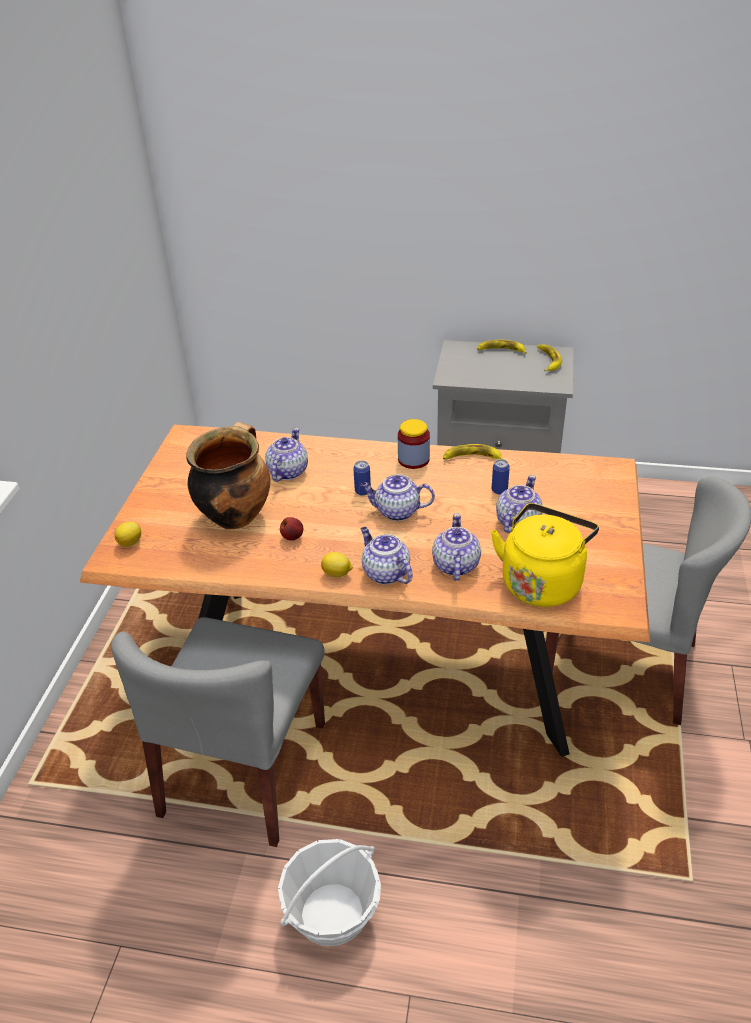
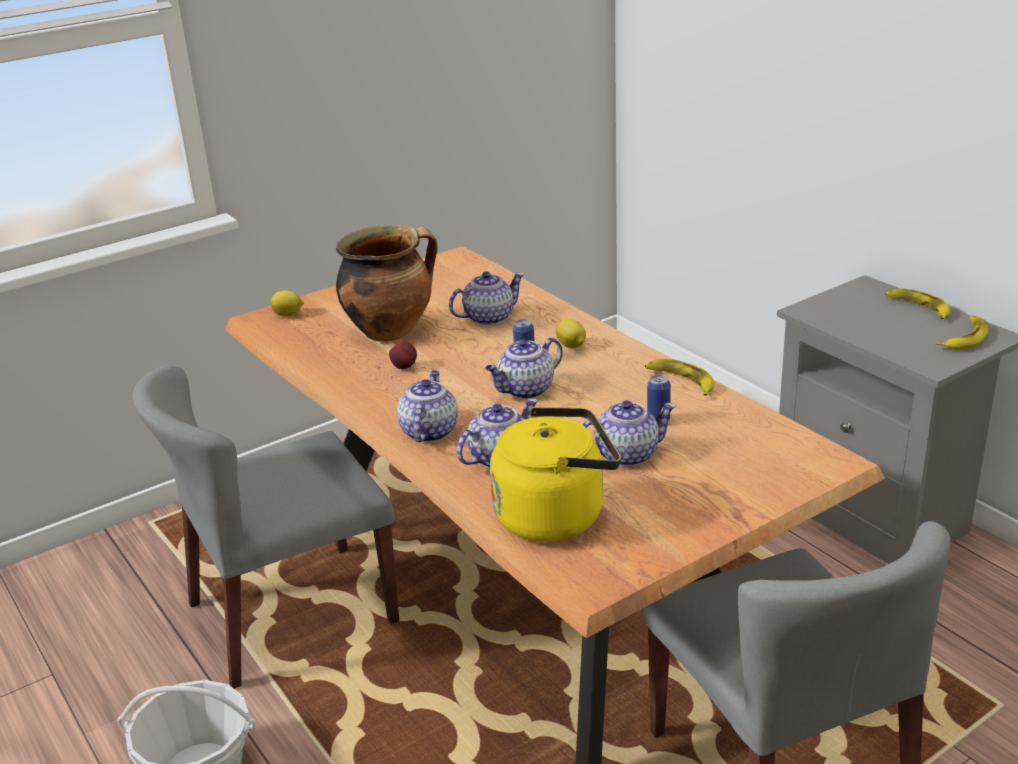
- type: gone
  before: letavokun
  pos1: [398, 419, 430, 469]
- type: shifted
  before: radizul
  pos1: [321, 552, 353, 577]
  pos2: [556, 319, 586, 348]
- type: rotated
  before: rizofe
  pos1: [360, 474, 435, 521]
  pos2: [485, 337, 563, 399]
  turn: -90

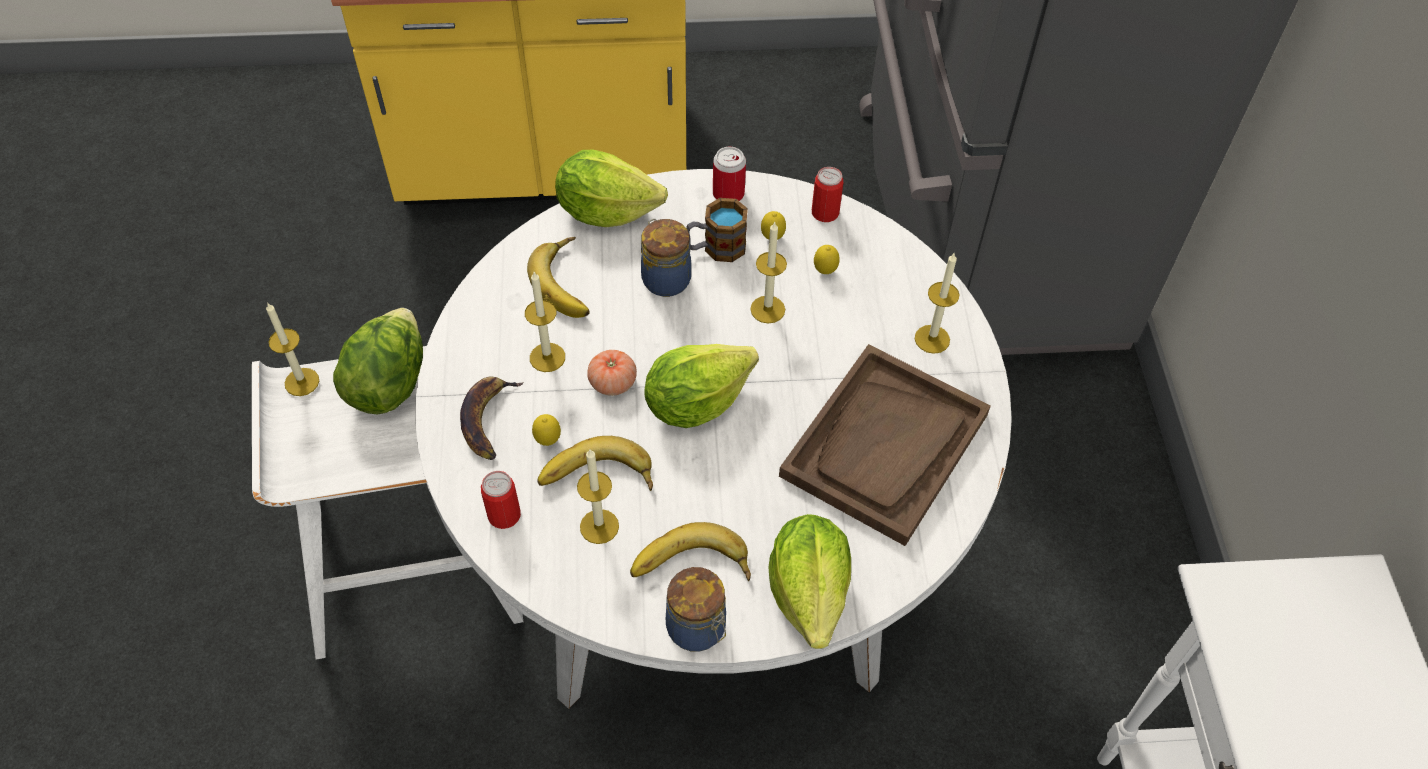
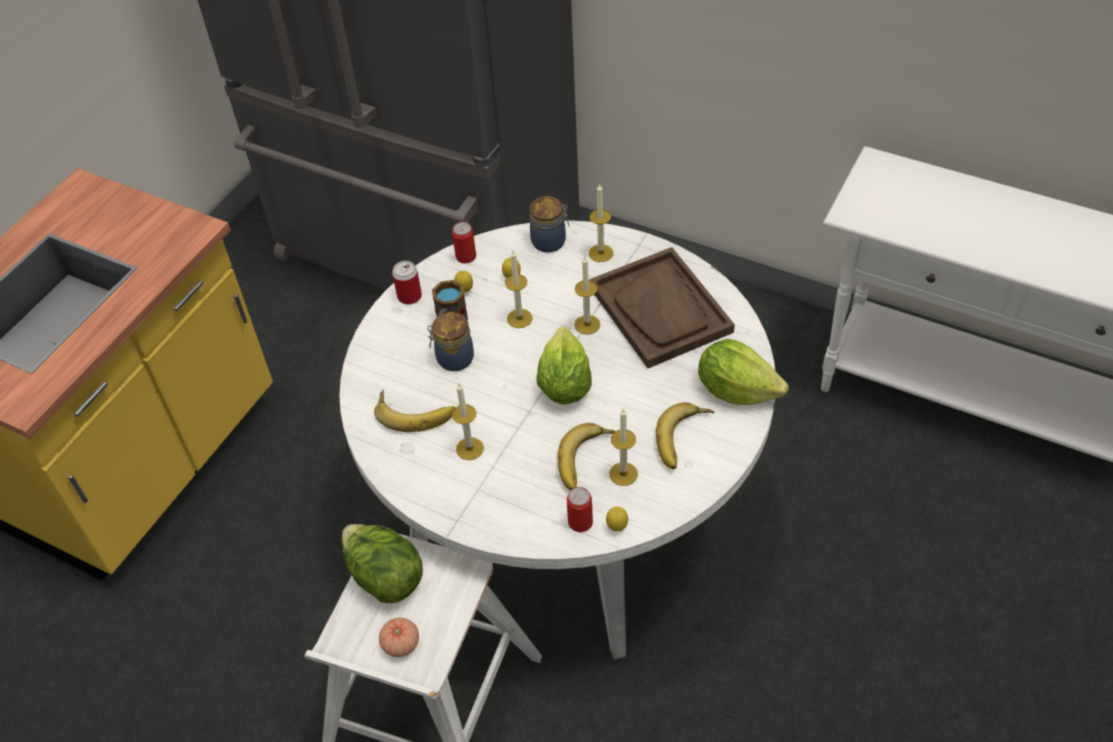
- type: gone
  before: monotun
  pos1: [460, 376, 524, 460]
- type: gone
  before: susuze
  pos1: [555, 150, 668, 227]
- type: shifted
  before: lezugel
  pos1: [266, 302, 319, 396]
  pos2: [574, 257, 600, 335]
- type: shifted
  before: radizul
  pos1: [532, 414, 561, 446]
  pos2: [606, 507, 628, 532]
- type: shifted
  before: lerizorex
  pos1: [587, 350, 637, 396]
  pos2: [379, 618, 419, 657]
- type: shifted
  before: letavokun
  pos1: [666, 567, 726, 652]
  pos2: [530, 196, 569, 253]

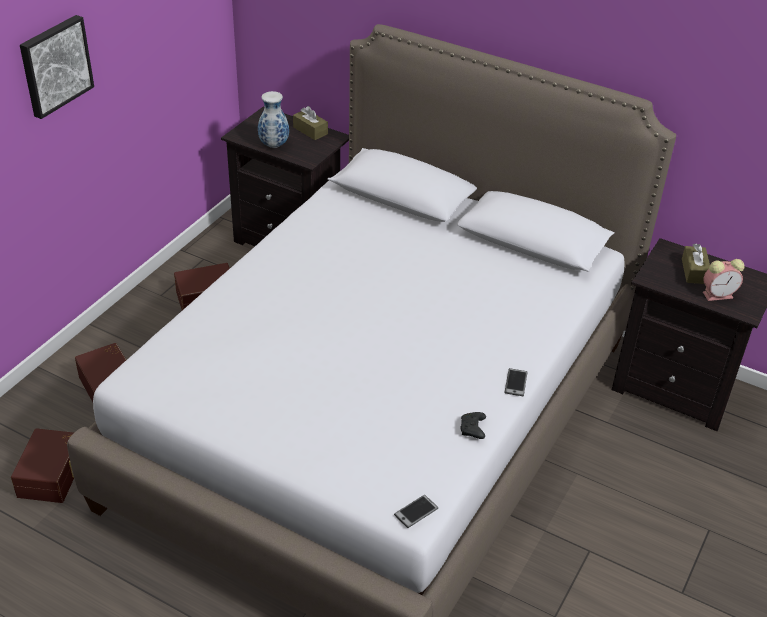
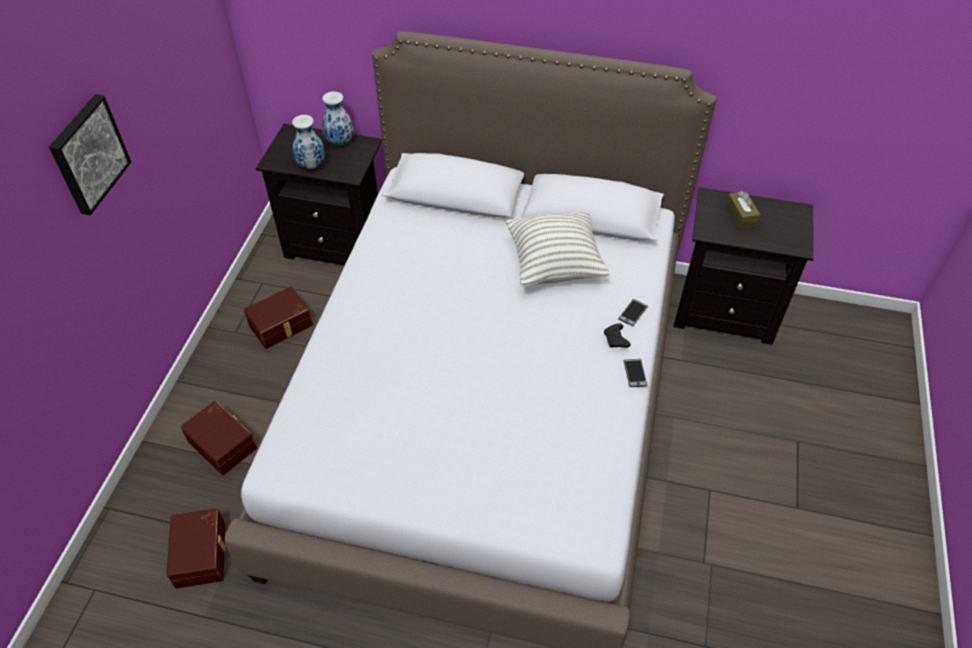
- type: gone
  before: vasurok
  pos1: [703, 259, 745, 301]
- type: new
  after: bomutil
  pos2: [506, 211, 610, 287]
- type: shifted
  before: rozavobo
  pos1: [394, 495, 438, 528]
  pos2: [618, 299, 648, 326]
- type: shifted
  before: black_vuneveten
  pos1: [460, 412, 486, 439]
  pos2: [604, 323, 631, 348]
- type: swapped
  before: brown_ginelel
  after: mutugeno
  pos1: [293, 106, 328, 140]
  pos2: [322, 91, 353, 145]

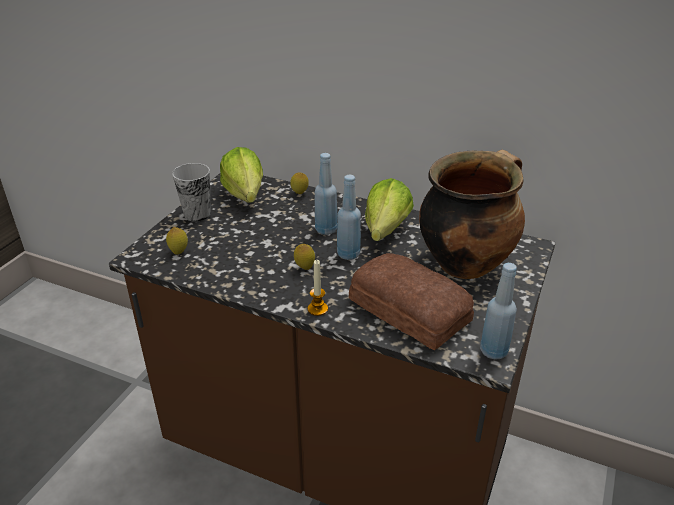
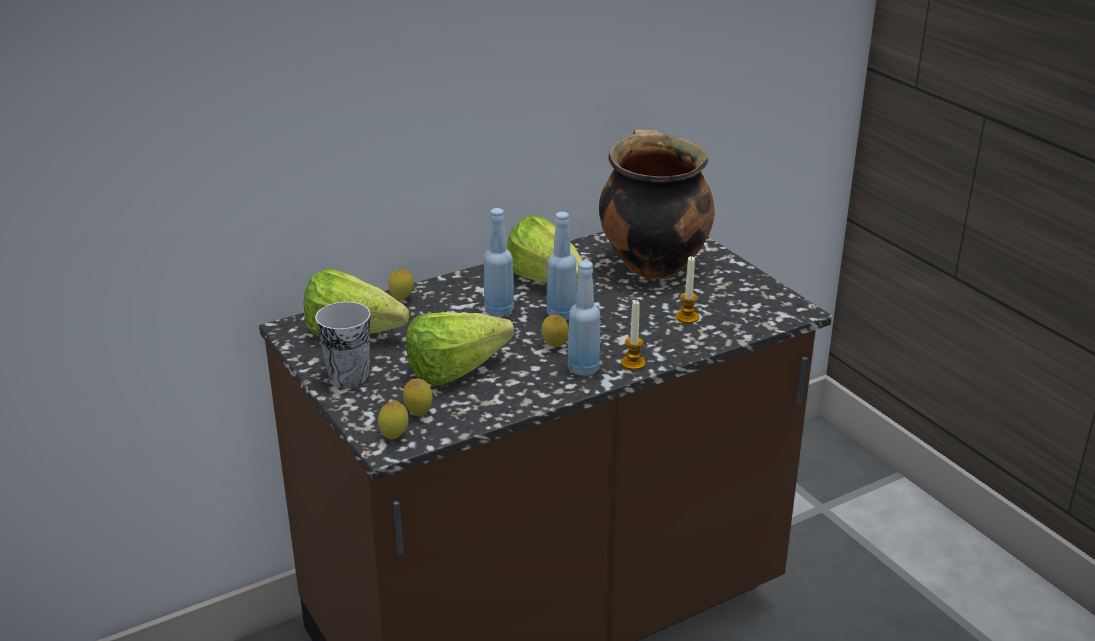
- type: new
  after: radizul
  pos2: [378, 400, 408, 440]
- type: new
  after: susuze
  pos2: [406, 312, 514, 386]
- type: shifted
  before: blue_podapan
  pos1: [480, 263, 517, 360]
  pos2: [568, 261, 600, 376]
- type: swapped
  before: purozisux
  after: lezugel
  pos1: [349, 253, 474, 350]
  pos2: [676, 256, 699, 323]

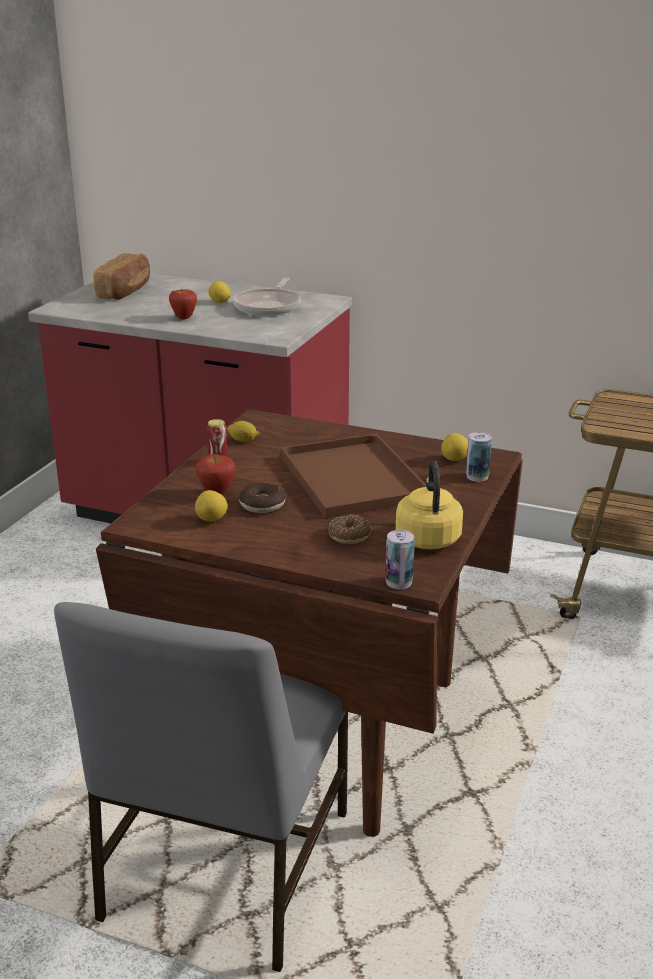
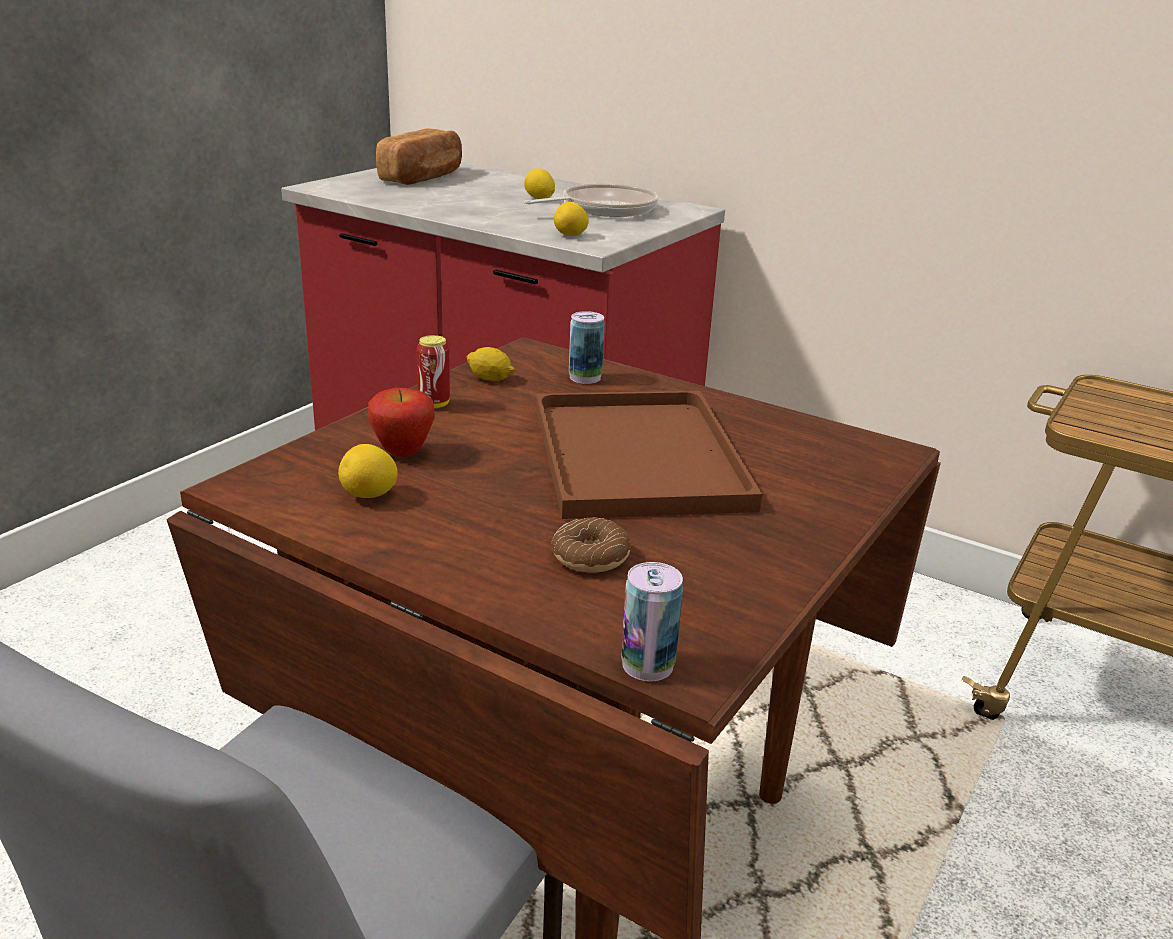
- type: gone
  before: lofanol
  pos1: [169, 289, 197, 320]
- type: gone
  before: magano
  pos1: [239, 483, 286, 513]
- type: gone
  before: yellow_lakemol
  pos1: [396, 461, 463, 549]
- type: shifted
  before: radizul
  pos1: [441, 433, 468, 461]
  pos2: [554, 202, 589, 236]
- type: shifted
  before: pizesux
  pos1: [466, 432, 492, 482]
  pos2: [569, 311, 605, 384]
- type: rotated
  before: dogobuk
  pos1: [233, 278, 301, 316]
  pos2: [524, 183, 659, 217]
  turn: -150

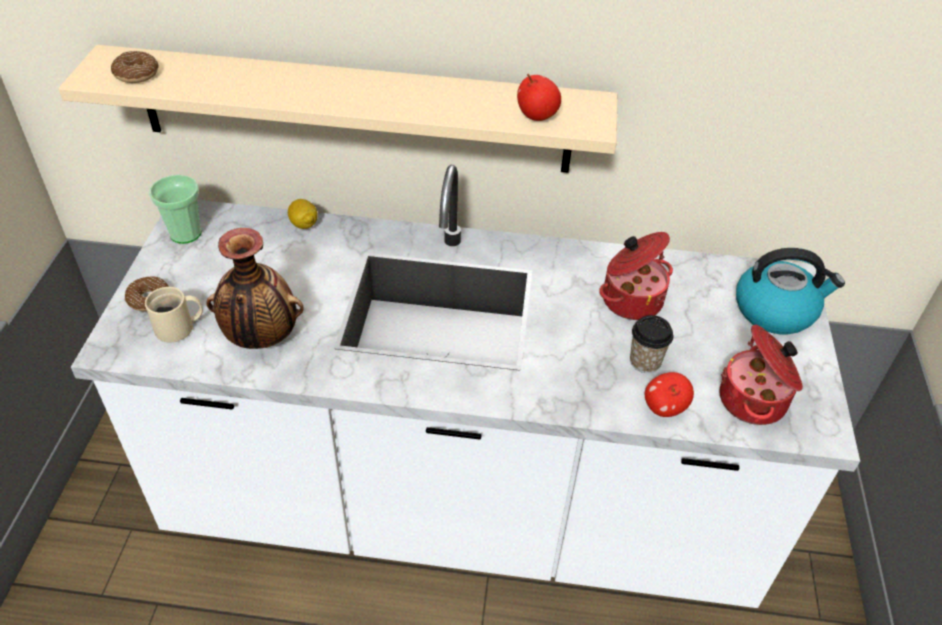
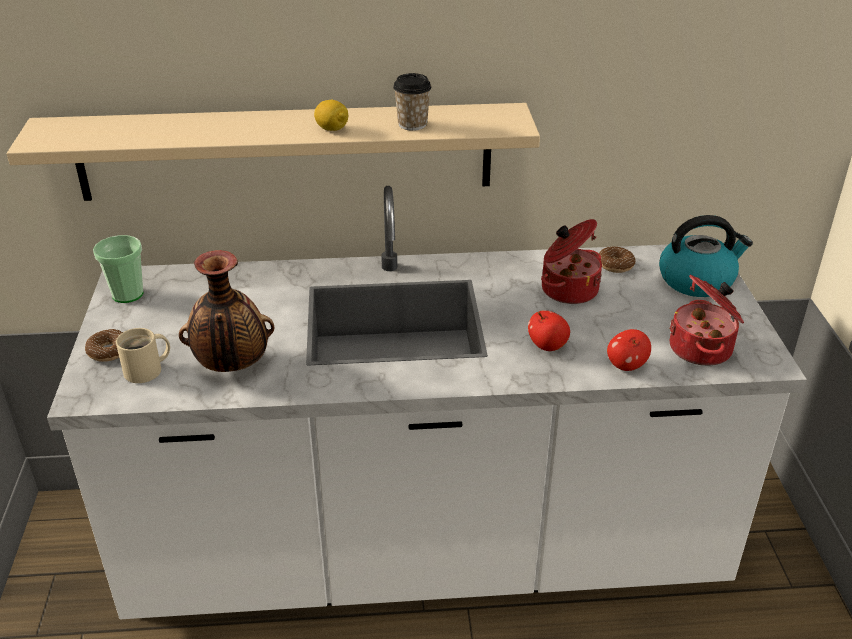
- type: shifted
  before: magano
  pos1: [111, 51, 159, 83]
  pos2: [599, 246, 635, 273]
- type: shifted
  before: radizul
  pos1: [288, 199, 318, 229]
  pos2: [314, 100, 348, 131]
- type: shifted
  before: lofanol
  pos1: [517, 74, 561, 121]
  pos2: [528, 310, 570, 351]
- type: shifted
  before: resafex
  pos1: [630, 315, 673, 373]
  pos2: [393, 73, 431, 131]

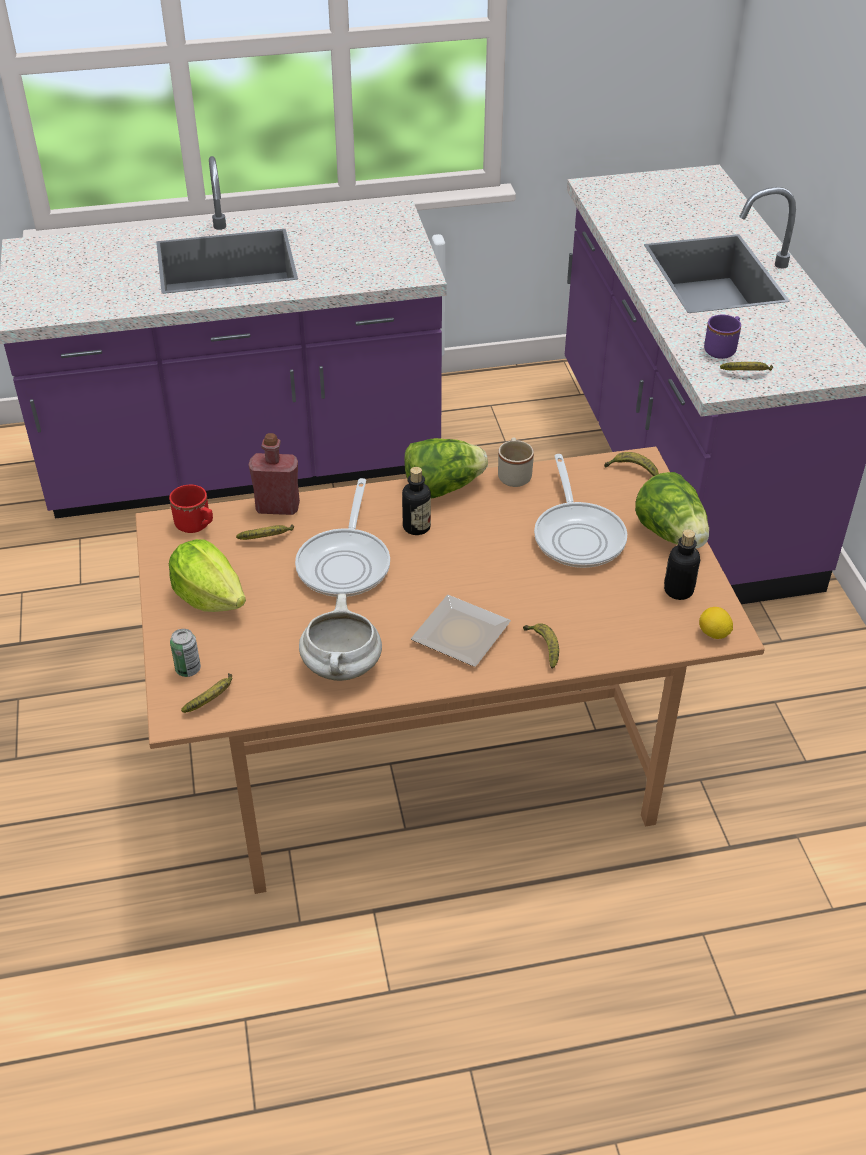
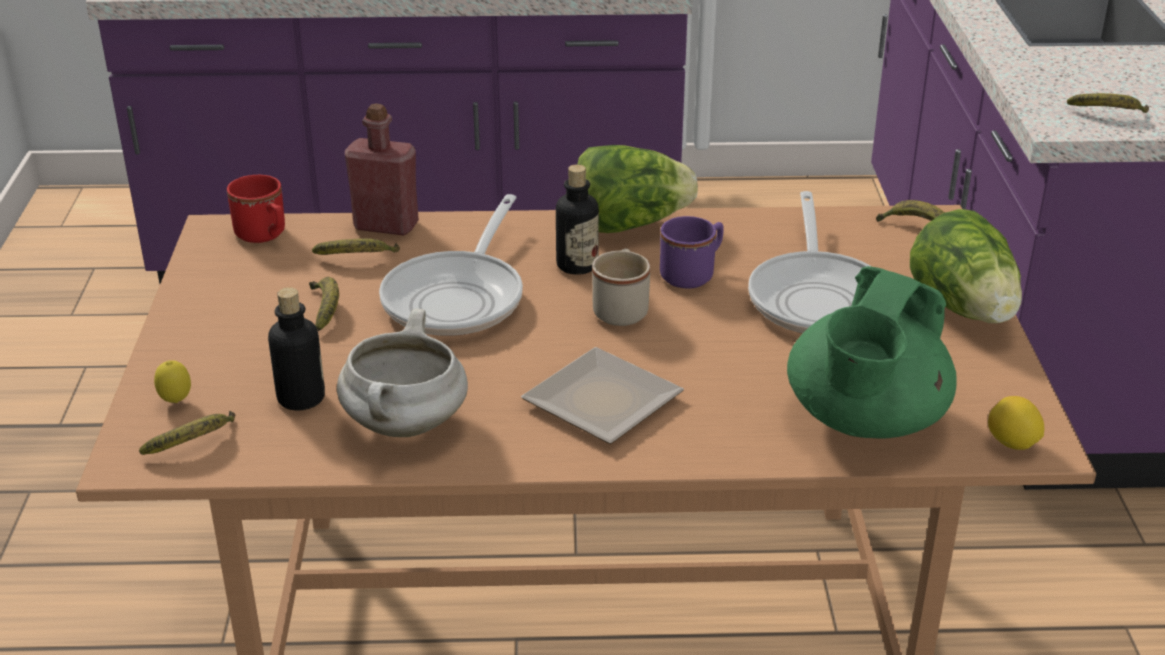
- type: gone
  before: susuze
  pos1: [169, 539, 246, 612]
- type: new
  after: green_rizofe
  pos2: [787, 266, 957, 439]
- type: shifted
  before: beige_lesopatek
  pos1: [498, 437, 534, 487]
  pos2: [592, 248, 650, 326]
- type: shifted
  before: monotun
  pos1: [523, 623, 559, 668]
  pos2: [309, 277, 339, 331]
- type: shifted
  before: podapan
  pos1: [664, 529, 700, 600]
  pos2: [268, 287, 325, 411]
- type: shifted
  before: purple_lesopatek
  pos1: [704, 315, 741, 359]
  pos2: [660, 216, 724, 288]
- type: swapped
  before: pizesux
  after: radizul
  pos1: [170, 629, 201, 677]
  pos2: [154, 360, 191, 403]

